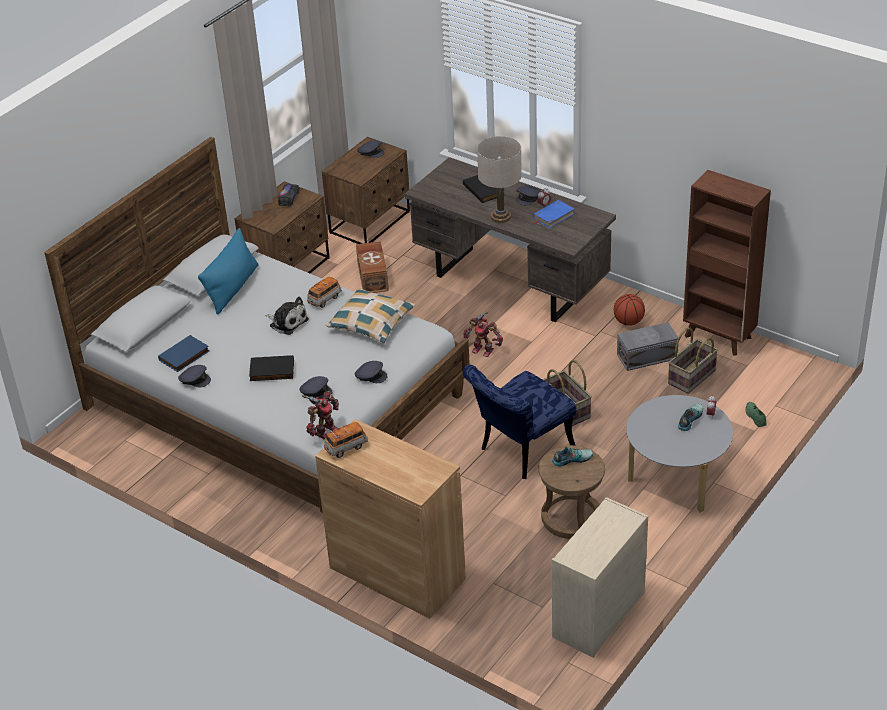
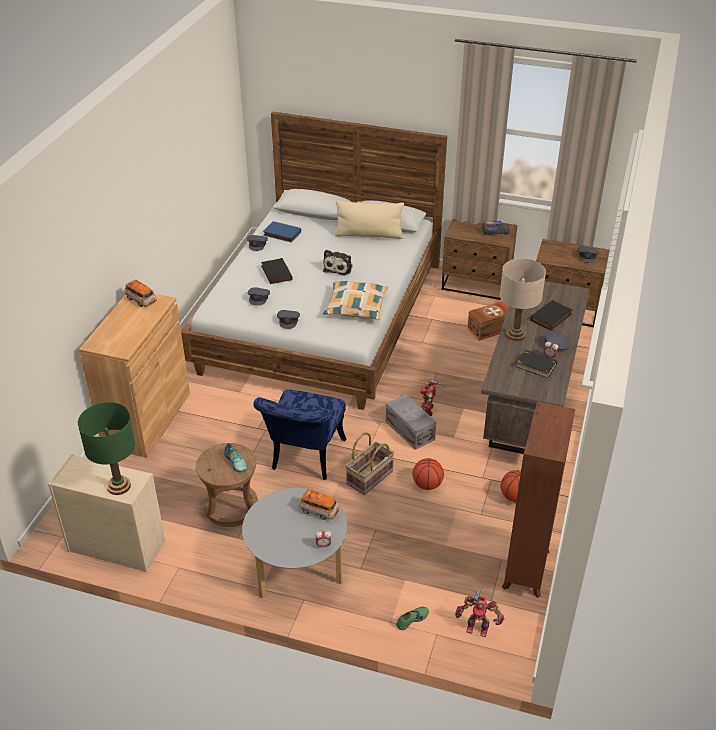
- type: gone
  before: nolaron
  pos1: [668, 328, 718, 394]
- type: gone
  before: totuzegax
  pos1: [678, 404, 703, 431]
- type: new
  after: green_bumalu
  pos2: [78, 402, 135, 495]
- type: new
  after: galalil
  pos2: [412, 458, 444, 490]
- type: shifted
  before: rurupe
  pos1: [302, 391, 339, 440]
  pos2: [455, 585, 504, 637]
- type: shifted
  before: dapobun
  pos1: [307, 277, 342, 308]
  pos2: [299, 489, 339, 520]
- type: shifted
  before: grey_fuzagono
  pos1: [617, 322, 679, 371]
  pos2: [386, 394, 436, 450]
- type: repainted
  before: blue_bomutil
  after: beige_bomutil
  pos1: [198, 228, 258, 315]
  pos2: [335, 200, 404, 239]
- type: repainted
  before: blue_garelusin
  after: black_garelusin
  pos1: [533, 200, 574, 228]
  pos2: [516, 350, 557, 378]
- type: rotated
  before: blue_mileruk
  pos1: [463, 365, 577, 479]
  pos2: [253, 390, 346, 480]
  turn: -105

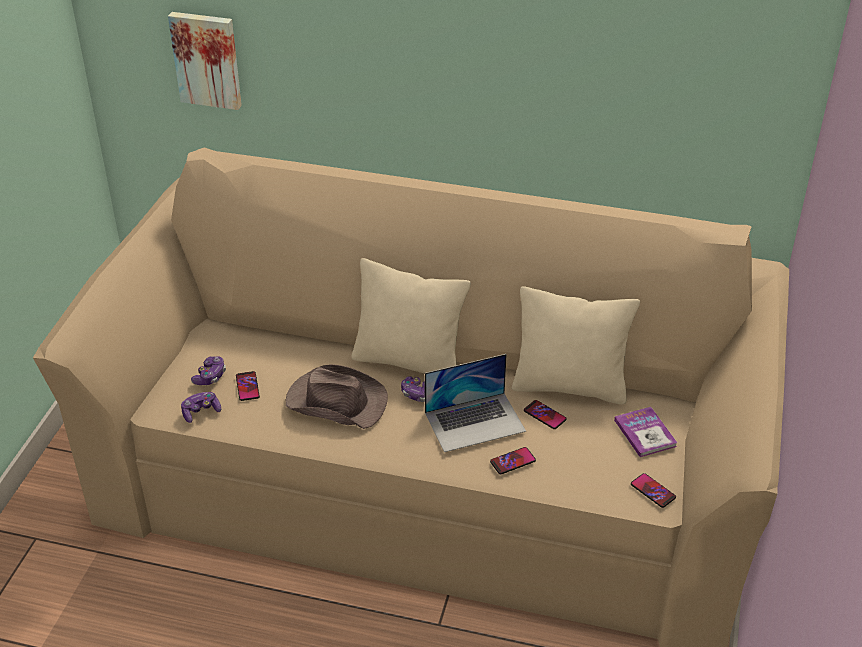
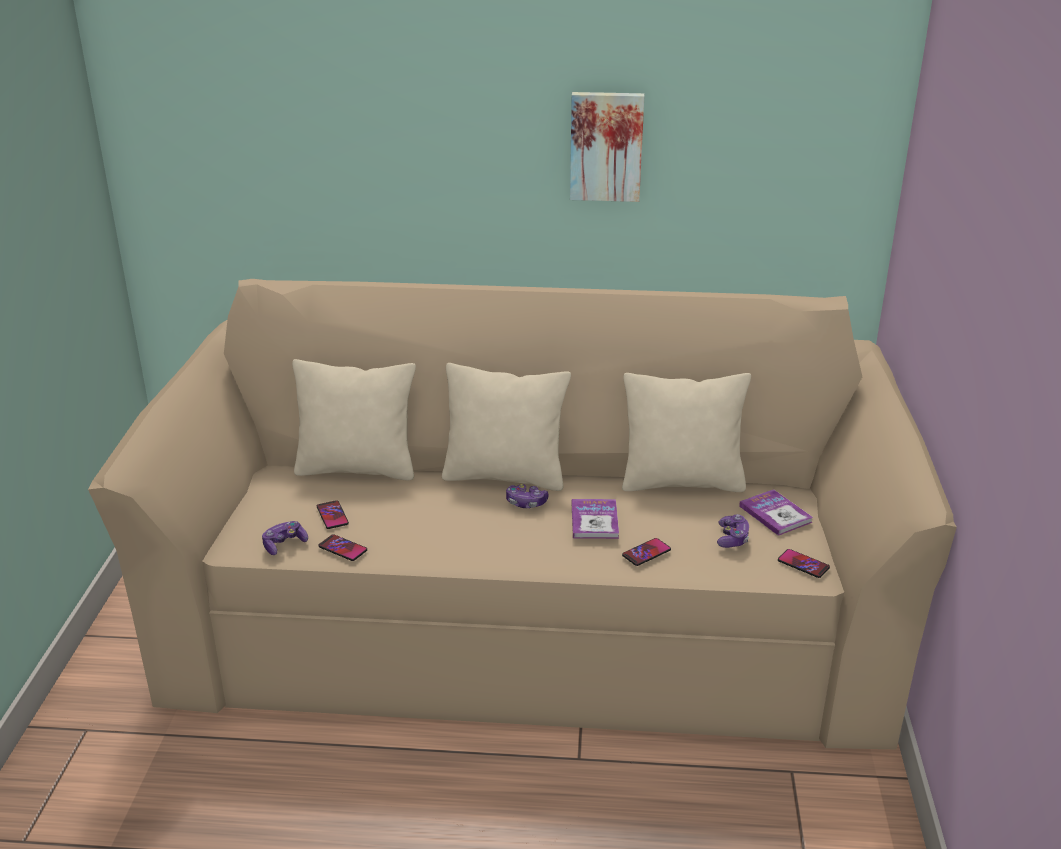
- type: gone
  before: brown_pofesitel
  pos1: [286, 364, 388, 429]
- type: new
  after: beige_bomutil
  pos2: [292, 359, 416, 480]
- type: shifted
  before: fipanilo
  pos1: [168, 12, 242, 110]
  pos2: [570, 92, 644, 202]
- type: shifted
  before: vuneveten
  pos1: [191, 356, 226, 385]
  pos2: [717, 514, 749, 548]
- type: shifted
  before: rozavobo
  pos1: [524, 400, 567, 429]
  pos2: [318, 534, 367, 561]
- type: swapped
  before: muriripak
  after: garelusin
  pos1: [425, 354, 526, 452]
  pos2: [572, 499, 619, 539]

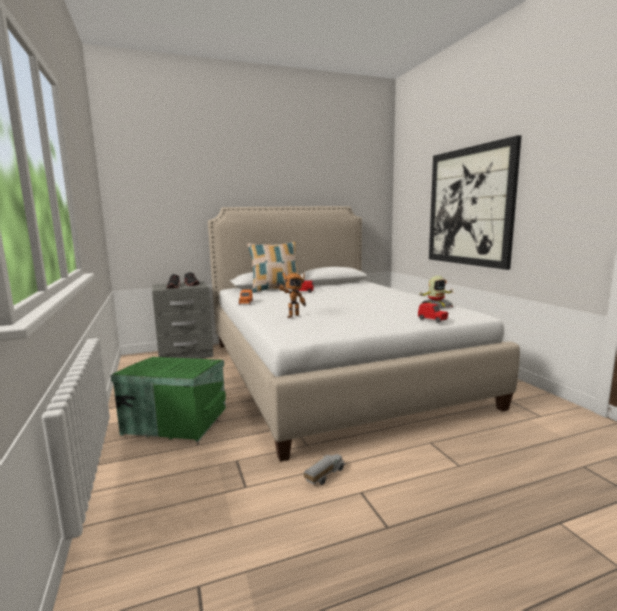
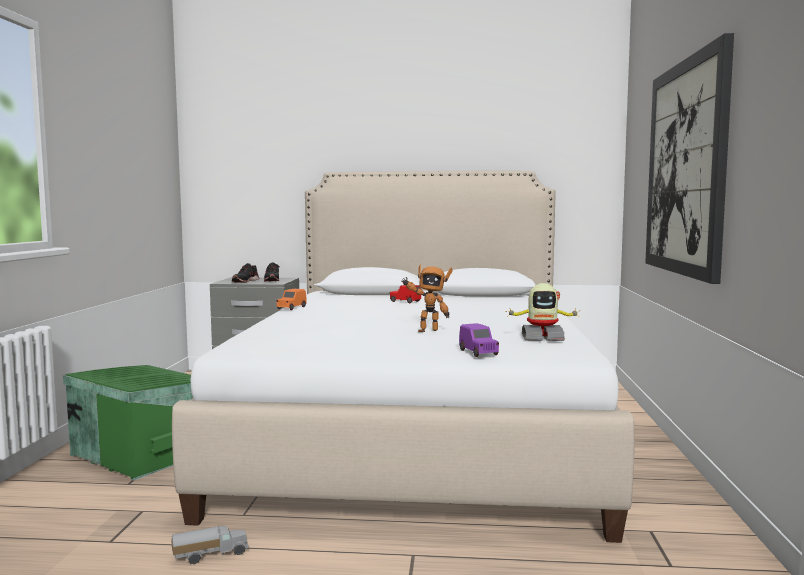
- type: gone
  before: bomutil
  pos1: [247, 242, 298, 293]
- type: shifted
  before: rurupe
  pos1: [276, 272, 306, 318]
  pos2: [402, 264, 453, 332]
- type: repainted
  before: red_dapobun
  after: purple_dapobun
  pos1: [418, 303, 449, 323]
  pos2: [459, 323, 499, 357]

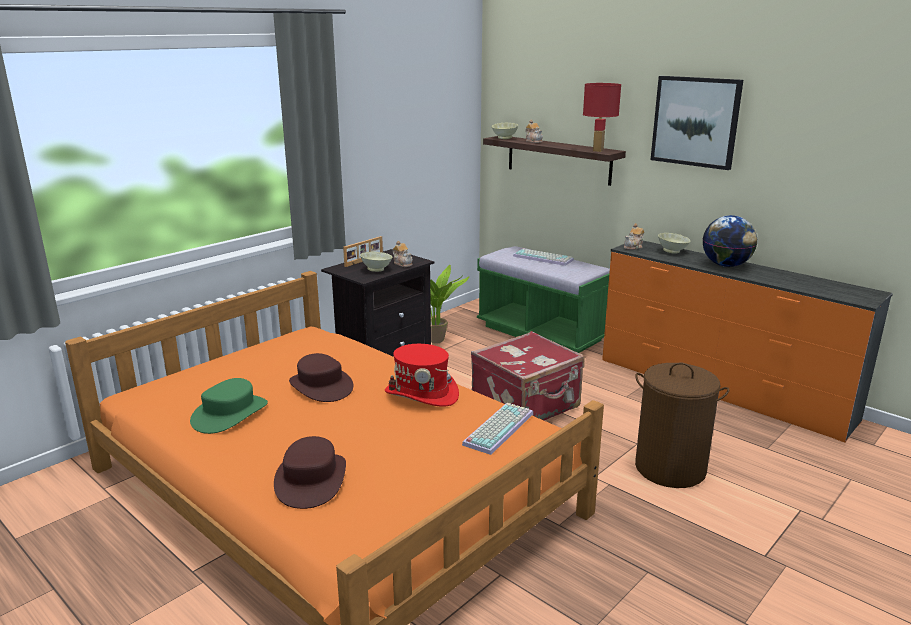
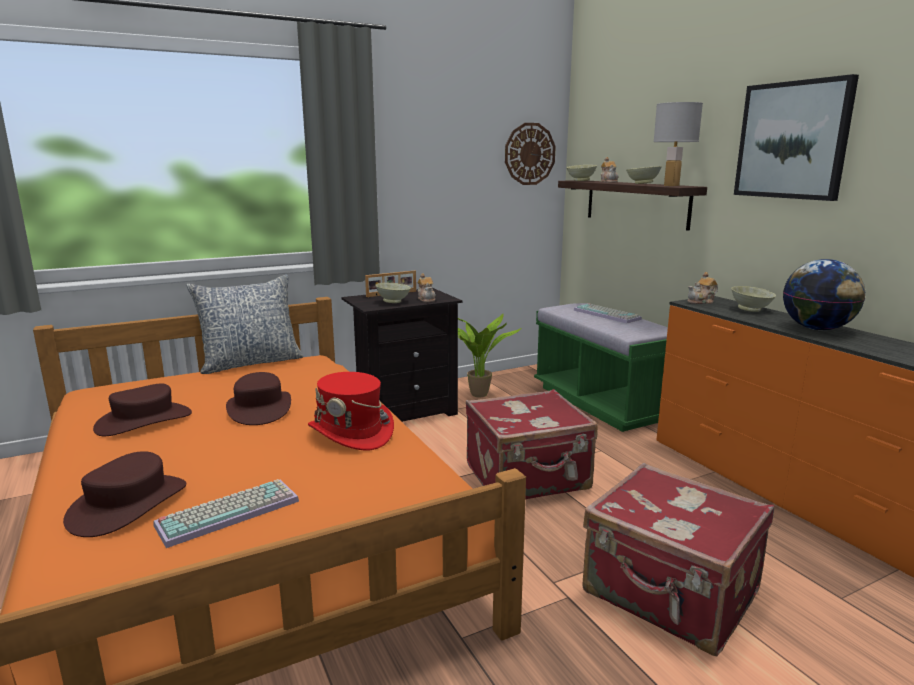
- type: new
  after: bomutil
  pos2: [186, 275, 303, 374]
- type: new
  after: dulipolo
  pos2: [505, 123, 556, 185]
- type: new
  after: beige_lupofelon
  pos2: [626, 166, 662, 184]
- type: shifted
  before: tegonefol
  pos1: [462, 403, 533, 455]
  pos2: [154, 479, 299, 548]
- type: swapped
  before: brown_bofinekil
  after: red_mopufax
  pos1: [635, 362, 729, 488]
  pos2: [583, 463, 774, 656]
- type: repainted
  before: green_pofesitel
  after: brown_pofesitel
  pos1: [190, 378, 268, 434]
  pos2: [93, 384, 192, 436]
- type: repainted
  before: red_bumalu
  after: white_bumalu
  pos1: [583, 83, 621, 152]
  pos2: [653, 102, 703, 186]

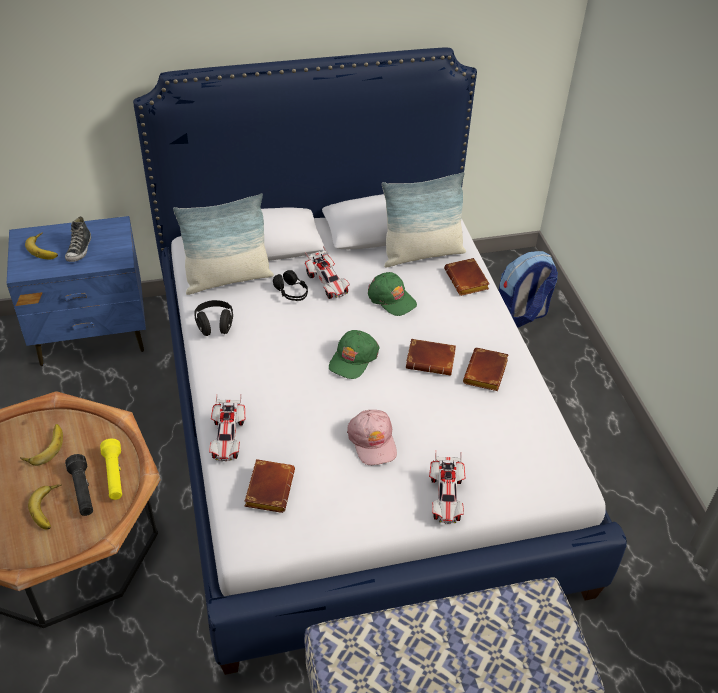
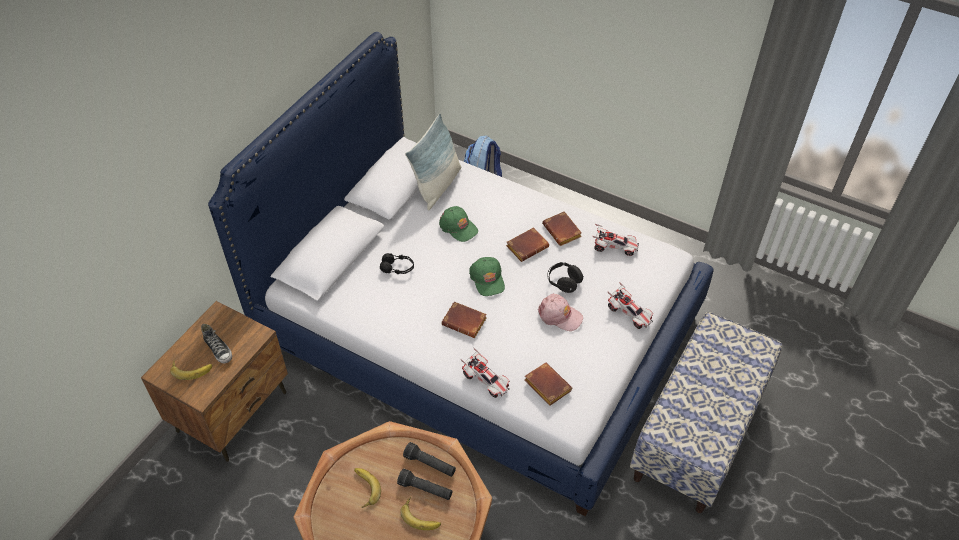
- type: gone
  before: bomutil
  pos1: [173, 193, 274, 295]
- type: shifted
  before: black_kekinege
  pos1: [194, 300, 233, 336]
  pos2: [547, 262, 584, 293]
- type: shifted
  before: dapobun
  pos1: [305, 246, 350, 299]
  pos2: [593, 224, 639, 256]
- type: shifted
  before: brown_garelusin
  pos1: [444, 258, 490, 296]
  pos2: [441, 301, 487, 338]
- type: repainted
  before: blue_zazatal
  after: brown_zazatal
  pos1: [7, 216, 146, 366]
  pos2: [141, 301, 288, 462]
- type: repainted
  before: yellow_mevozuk
  after: black_mevozuk
  pos1: [100, 439, 122, 500]
  pos2: [403, 442, 456, 477]
- type: rotated
  before: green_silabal
  pos1: [368, 272, 417, 316]
  pos2: [439, 206, 478, 242]
  turn: 45

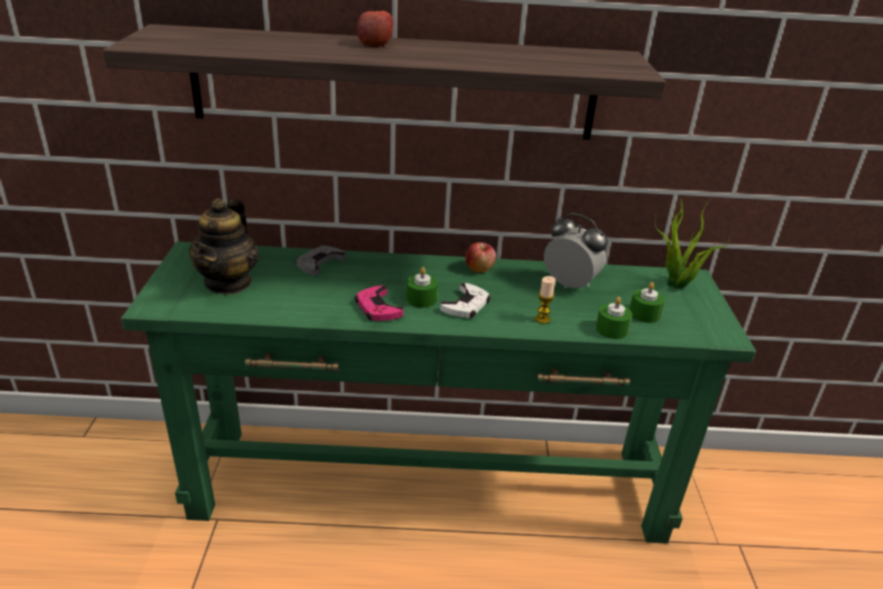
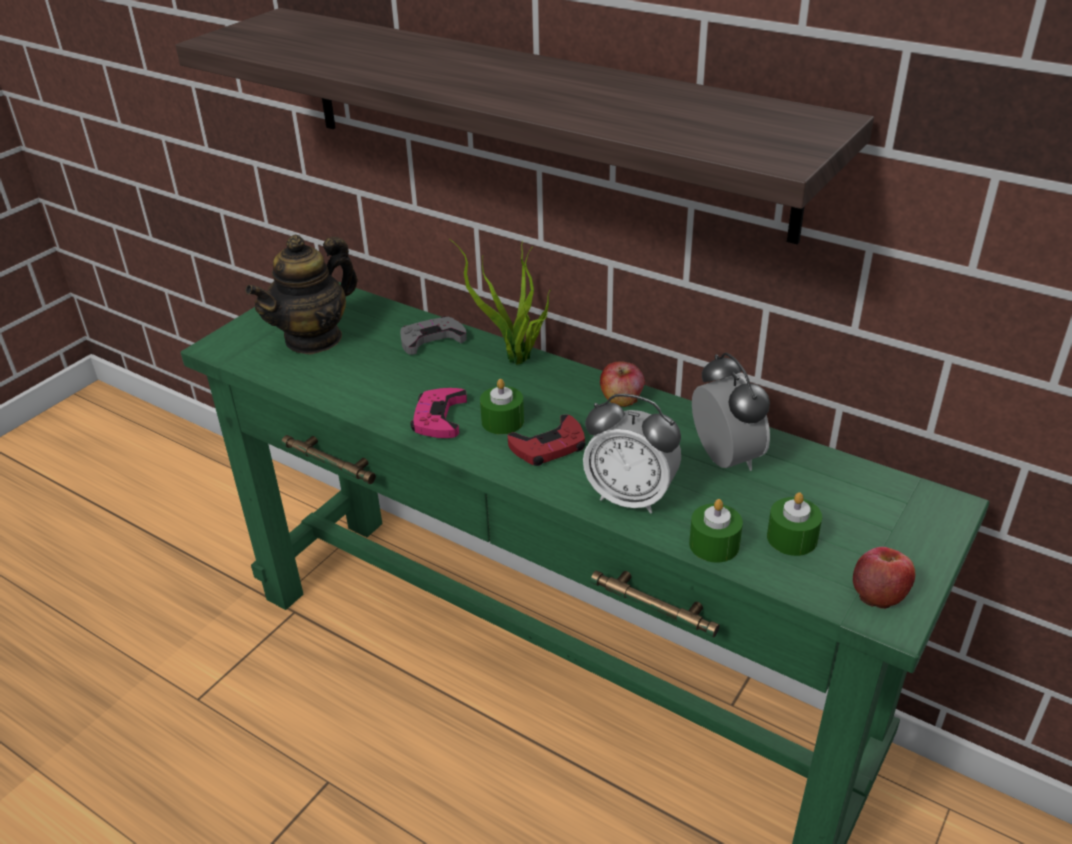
- type: shifted
  before: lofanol
  pos1: [357, 11, 393, 48]
  pos2: [853, 547, 915, 609]
- type: shifted
  before: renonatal
  pos1: [655, 199, 730, 289]
  pos2: [449, 238, 551, 365]
- type: swapped
  before: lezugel
  after: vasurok
  pos1: [535, 276, 555, 324]
  pos2: [583, 394, 681, 514]
- type: repainted
  before: white_vuneveten
  after: red_vuneveten
  pos1: [440, 283, 490, 318]
  pos2: [508, 415, 586, 466]

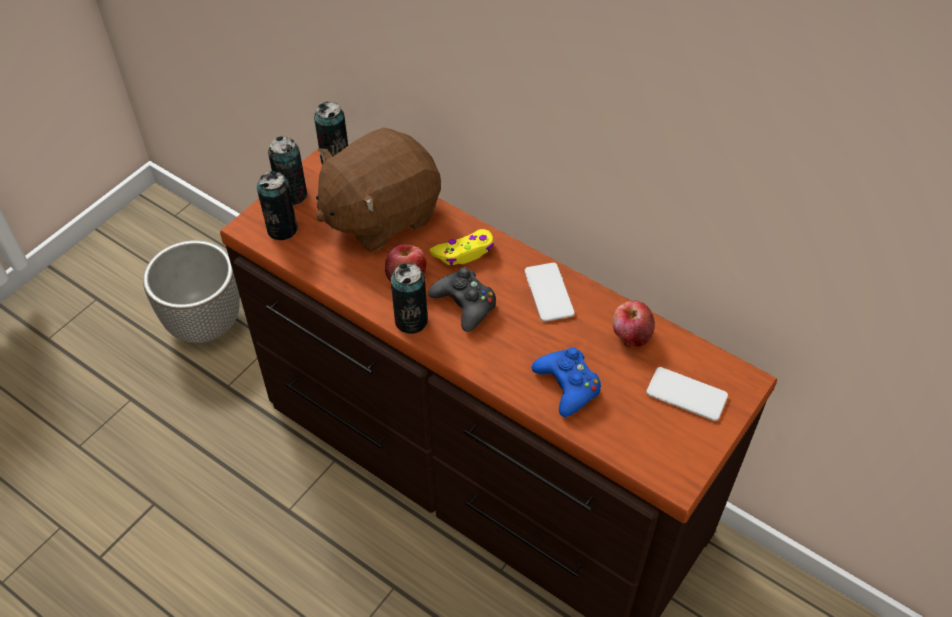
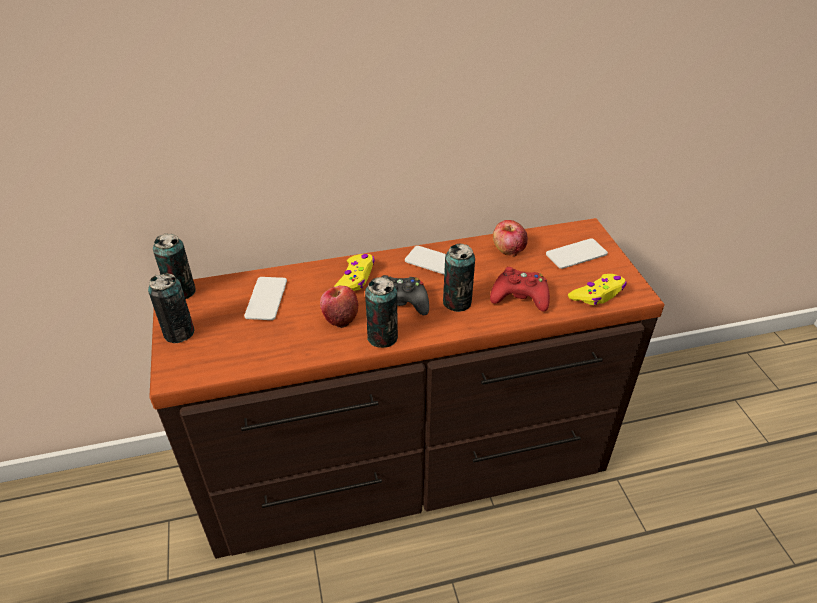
- type: gone
  before: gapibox
  pos1: [143, 240, 240, 343]
- type: new
  after: yellow_vuneveten
  pos2: [568, 274, 626, 305]
- type: shifted
  before: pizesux
  pos1: [257, 171, 298, 240]
  pos2: [443, 243, 475, 312]
- type: swapped
  before: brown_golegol
  after: rozavobo
  pos1: [316, 127, 441, 252]
  pos2: [244, 277, 287, 320]
- type: repainted
  before: blue_vuneveten
  after: red_vuneveten
  pos1: [532, 347, 601, 417]
  pos2: [490, 267, 550, 312]

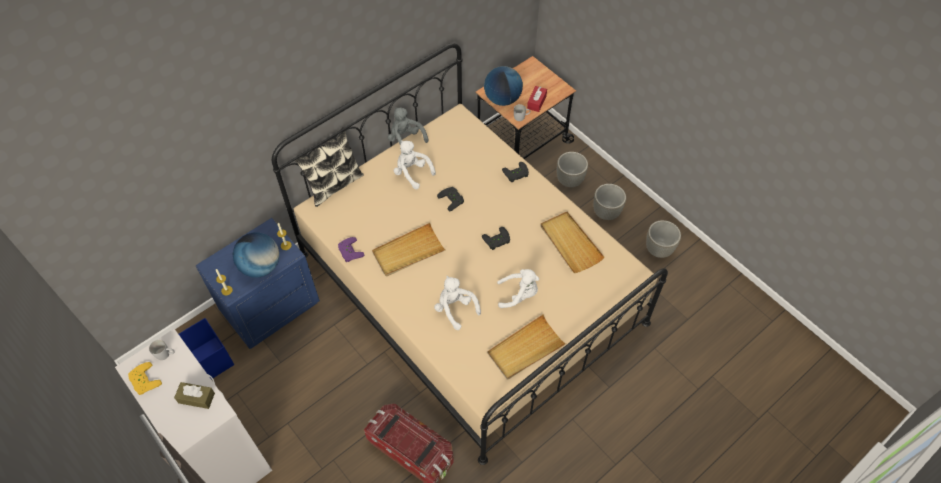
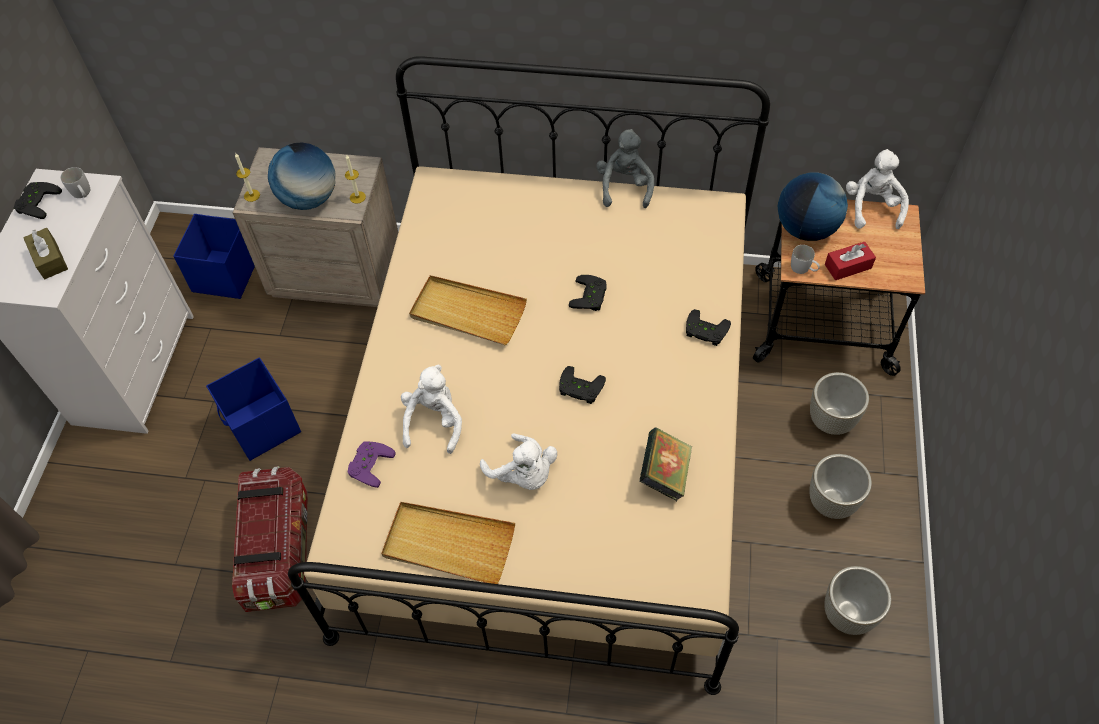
- type: gone
  before: bomutil
  pos1: [295, 127, 364, 207]
- type: new
  after: blue_fuzagono
  pos2: [206, 357, 301, 461]
- type: shifted
  before: purple_vuneveten
  pos1: [338, 237, 365, 262]
  pos2: [348, 441, 396, 488]
- type: shifted
  before: white_golegol
  pos1: [394, 140, 436, 189]
  pos2: [846, 149, 909, 229]
- type: swapped
  before: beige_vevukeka
  after: garelusin
  pos1: [541, 212, 605, 273]
  pos2: [639, 428, 692, 501]
- type: repainted
  before: yellow_vuneveten
  after: black_vuneveten
  pos1: [128, 362, 162, 395]
  pos2: [14, 182, 62, 219]
- type: repainted
  before: blue_zazatal
  after: beige_zazatal
  pos1: [195, 218, 320, 349]
  pos2: [233, 147, 398, 307]

